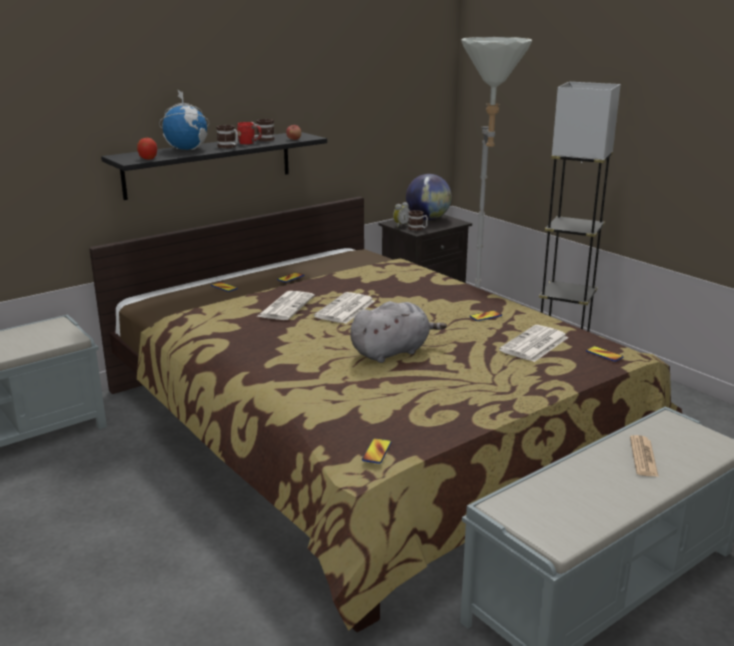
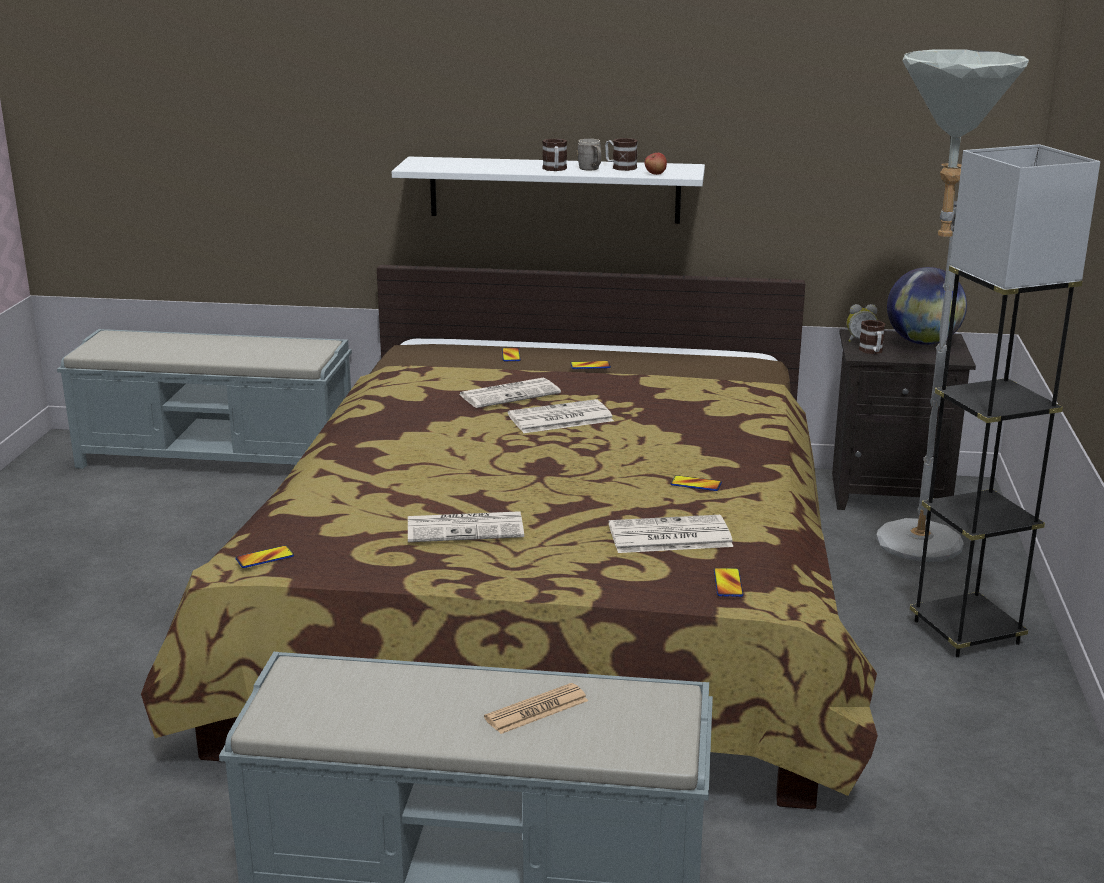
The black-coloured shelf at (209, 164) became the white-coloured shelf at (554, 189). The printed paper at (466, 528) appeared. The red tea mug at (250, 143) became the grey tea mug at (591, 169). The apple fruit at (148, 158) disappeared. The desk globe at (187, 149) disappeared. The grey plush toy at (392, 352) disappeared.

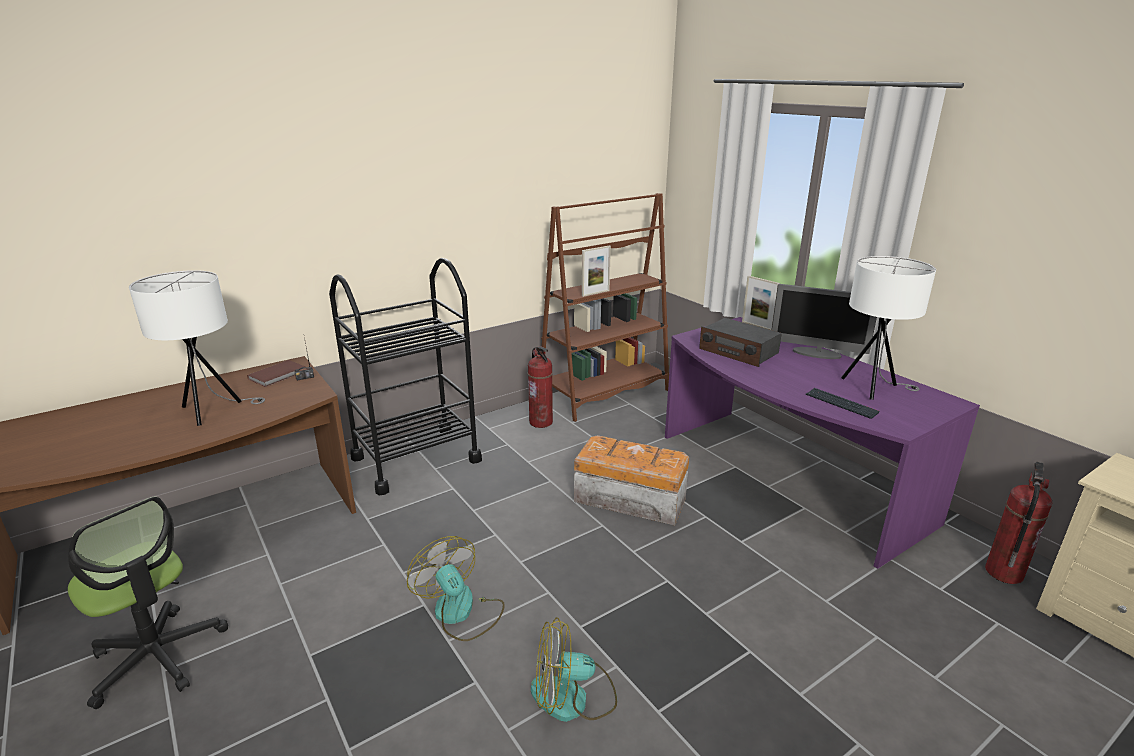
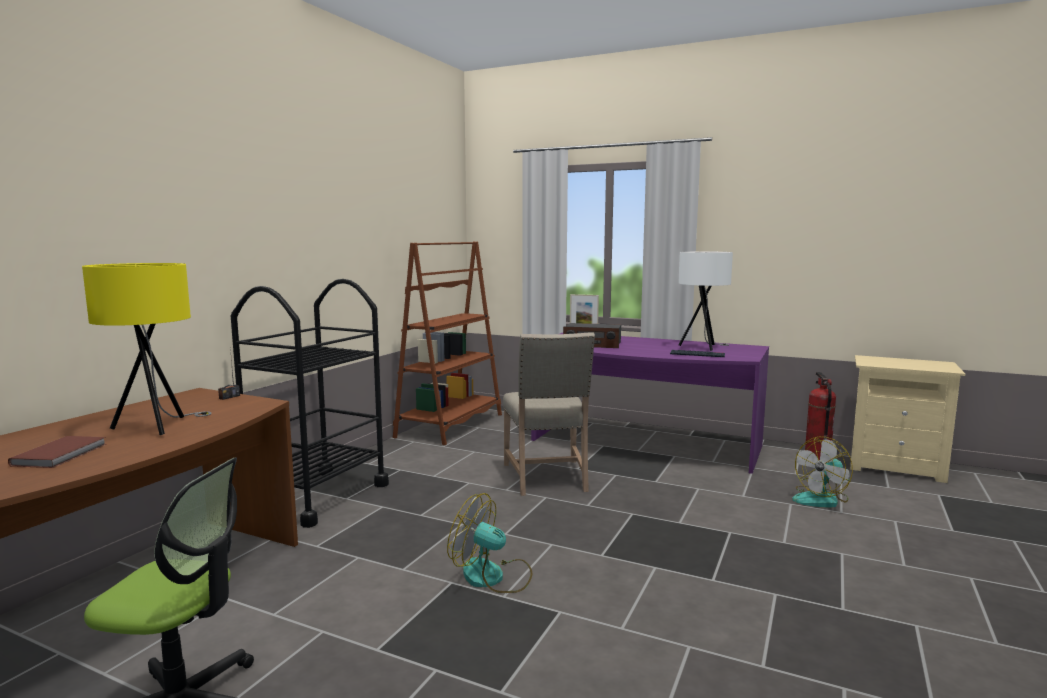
The brown-coloured volume moved from (278, 375) to (62, 454). The white-coloured lamp for a table at (212, 411) became the yellowish lamp for a table at (157, 427). The storage container at (629, 499) was replaced by the sand-coloured upright chair at (547, 478). The fan moved from (573, 697) to (821, 499). The fire extinguisher at (541, 422) disappeared. The standing frame at (595, 293) disappeared. The computer screen at (817, 353) disappeared.

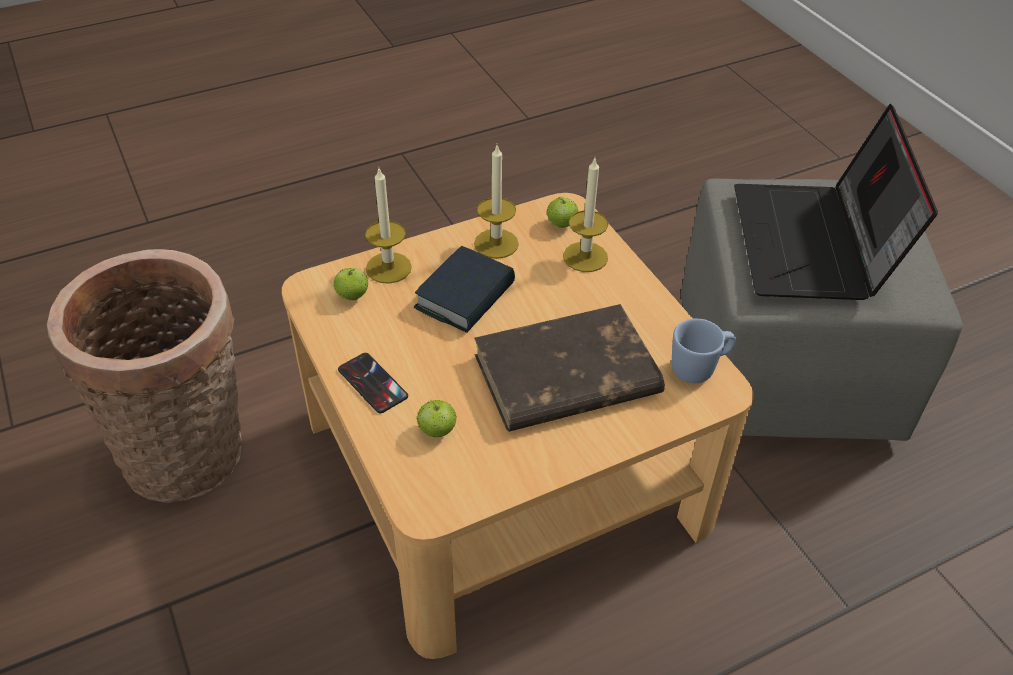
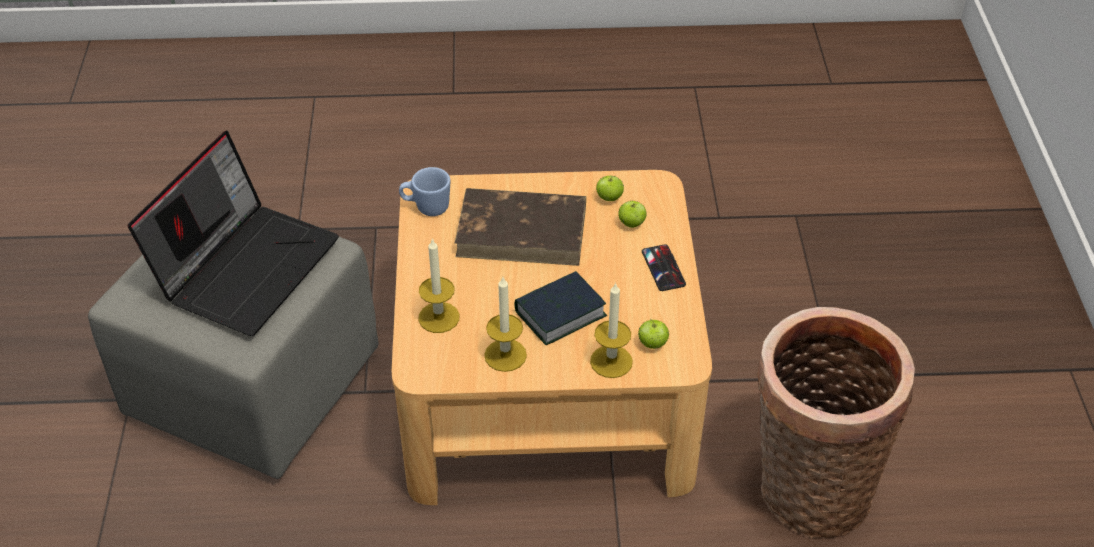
The apple fruit moved from (561, 224) to (609, 198).

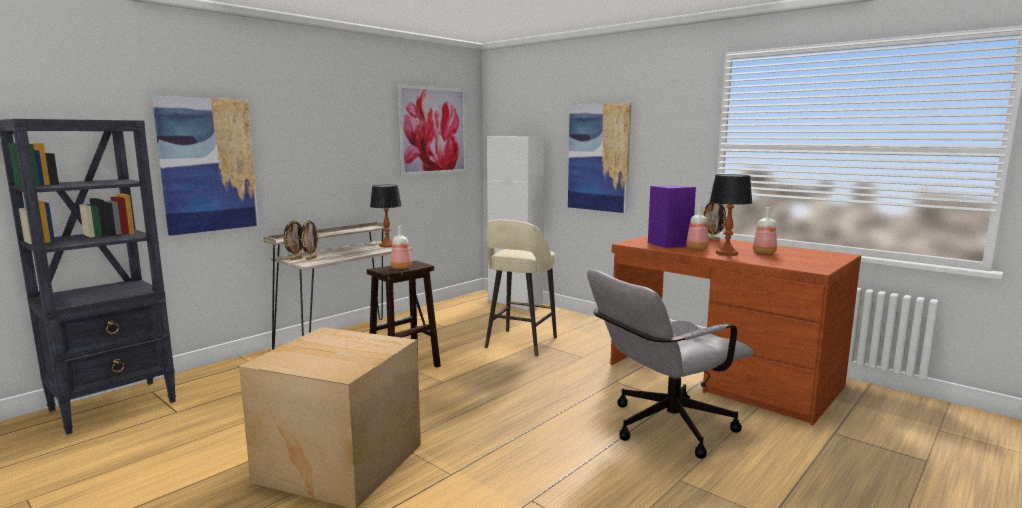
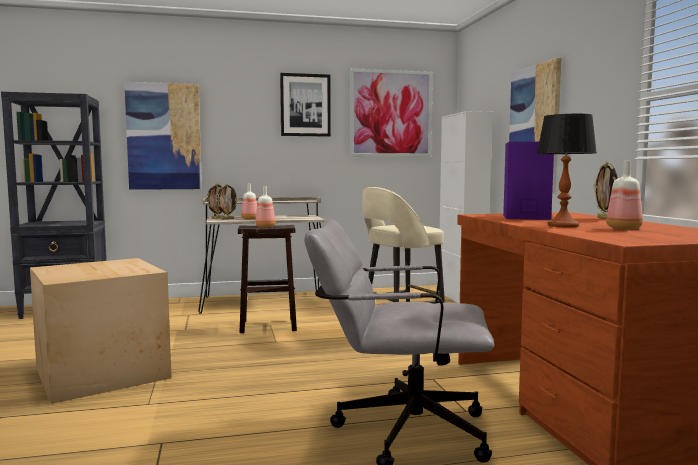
The beverage bottle moved from (697, 248) to (250, 219). The wall art at (305, 105) appeared. The lamp for a table at (387, 245) disappeared.

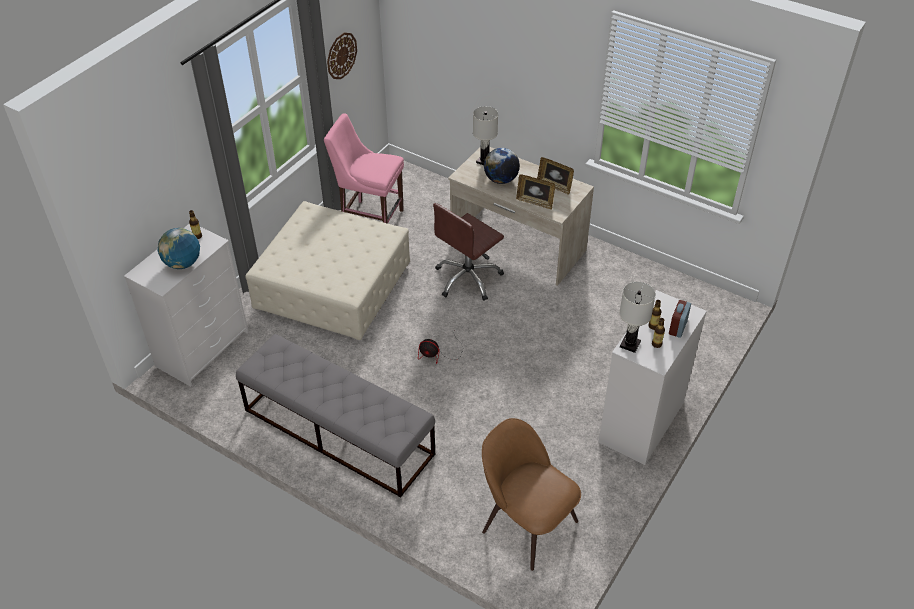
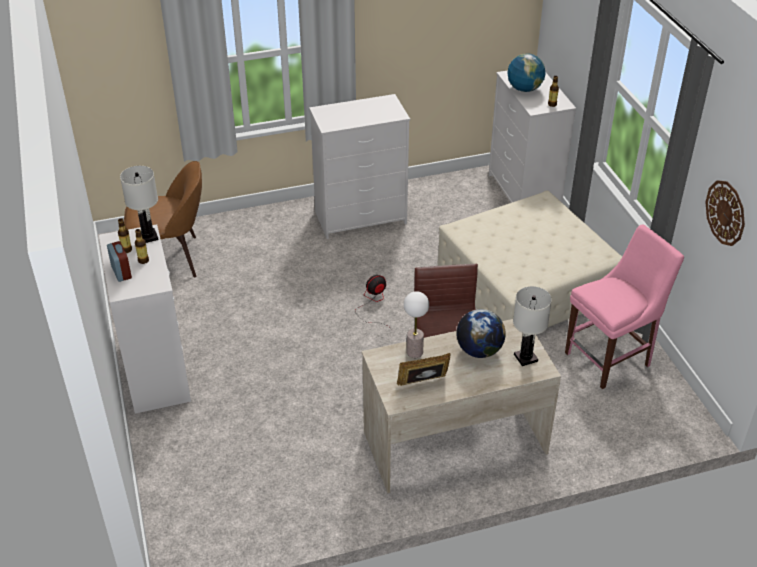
The grey indoor bench at (338, 431) was replaced by the white-coloured dresser at (361, 217). The standing frame at (535, 202) was replaced by the lamp for a table at (414, 352).

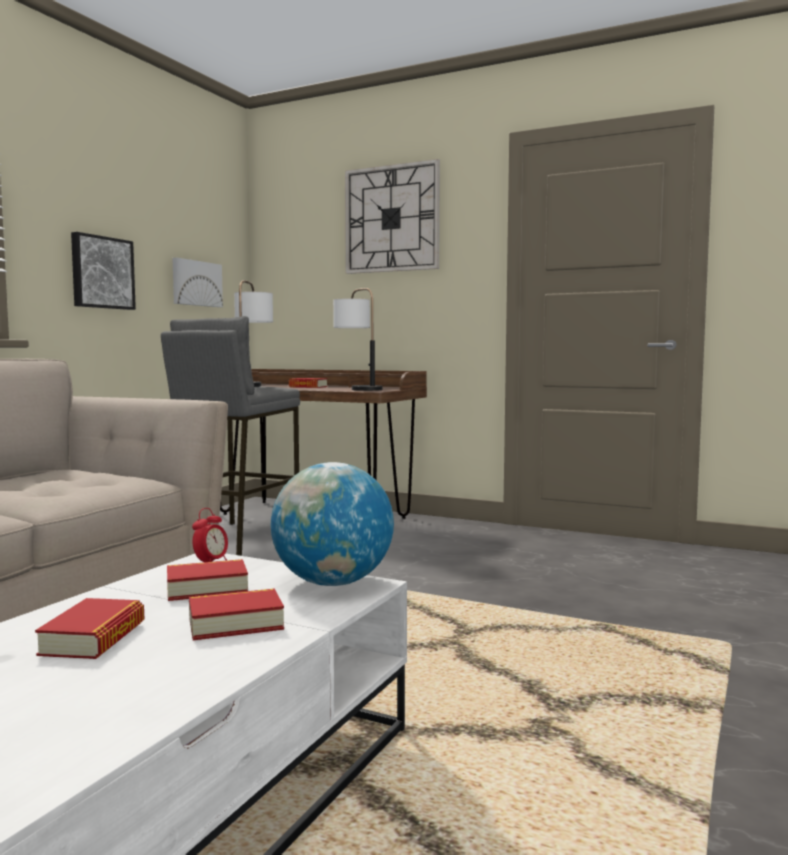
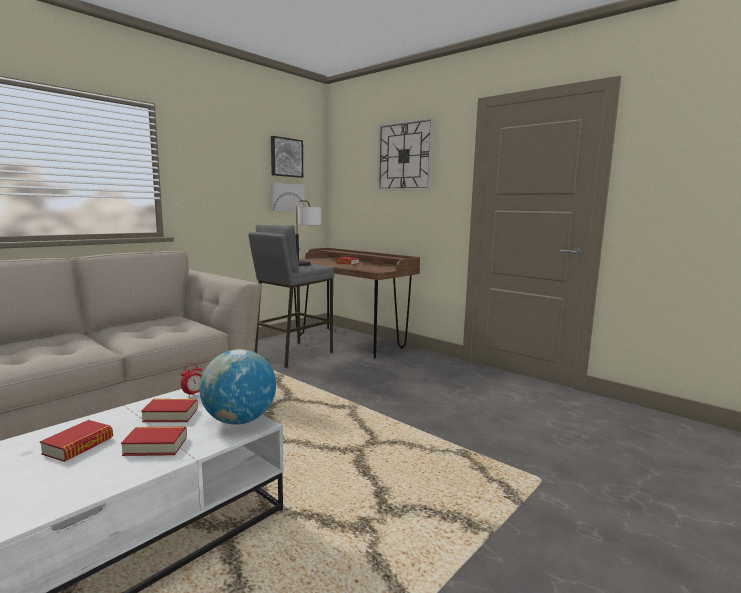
The wall art moved from (101, 272) to (286, 157). The lamp for a table at (358, 389) disappeared.

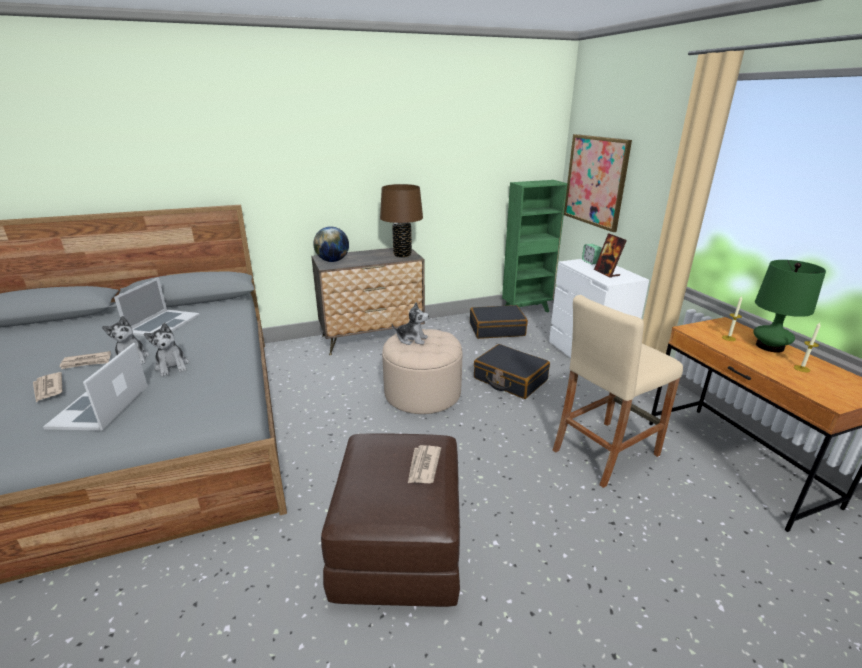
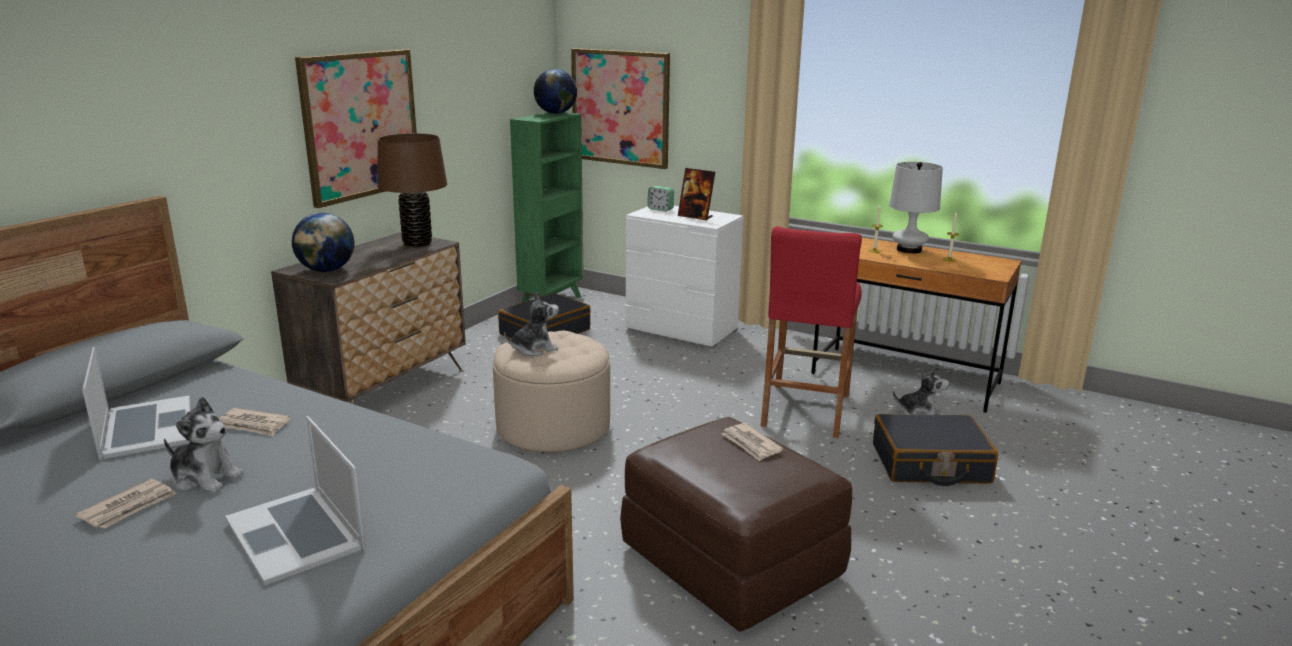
The printed paper moved from (48, 388) to (253, 425). The wall art at (361, 125) appeared. The desk globe at (555, 113) appeared. The sand-coloured stool at (605, 452) became the red stool at (805, 410). The black-coloured suitcase moved from (510, 379) to (930, 464). The green lamp for a table at (769, 346) became the white-coloured lamp for a table at (909, 250). The plush toy moved from (172, 366) to (919, 414).

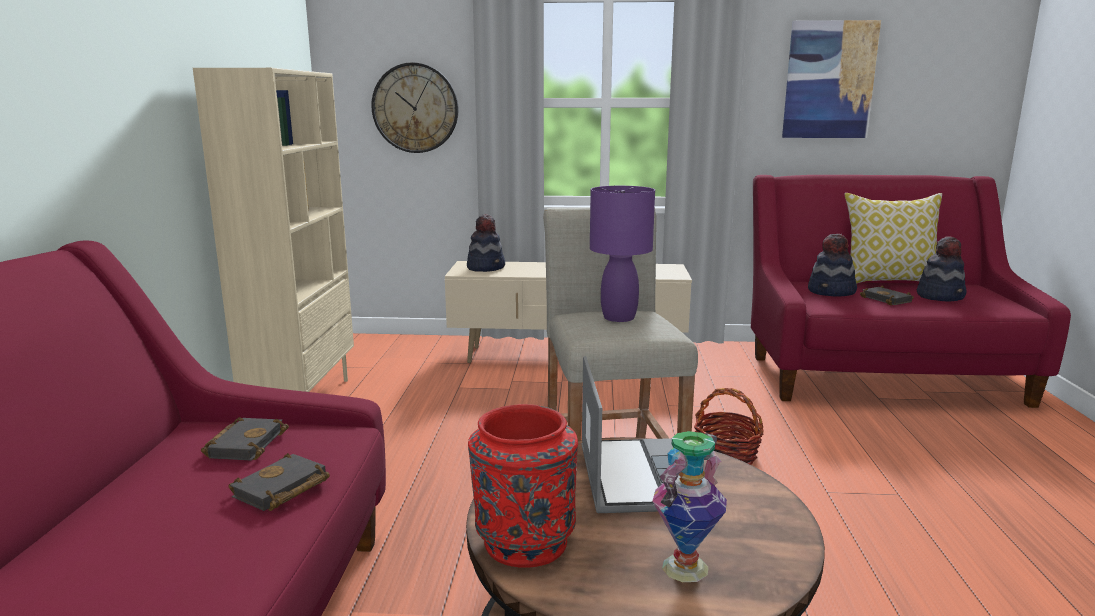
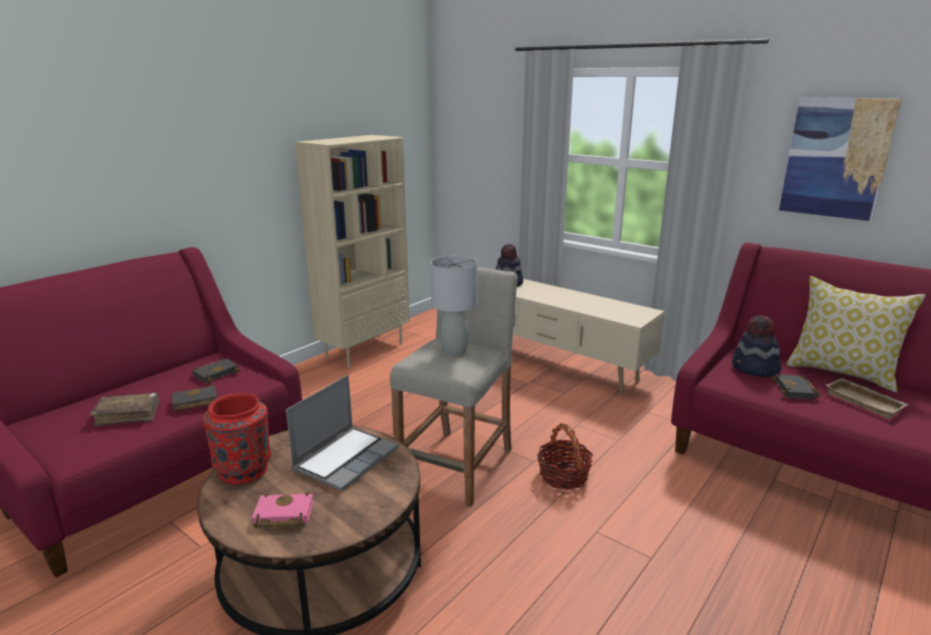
The brown-coloured volume at (128, 415) appeared. The vase at (686, 568) was replaced by the pink-coloured volume at (282, 515). The purple lamp for a table at (618, 317) became the grey lamp for a table at (454, 351). The clothing hat at (940, 296) was replaced by the sand-coloured carrying tray at (865, 402). The hanging clock at (415, 108) disappeared.

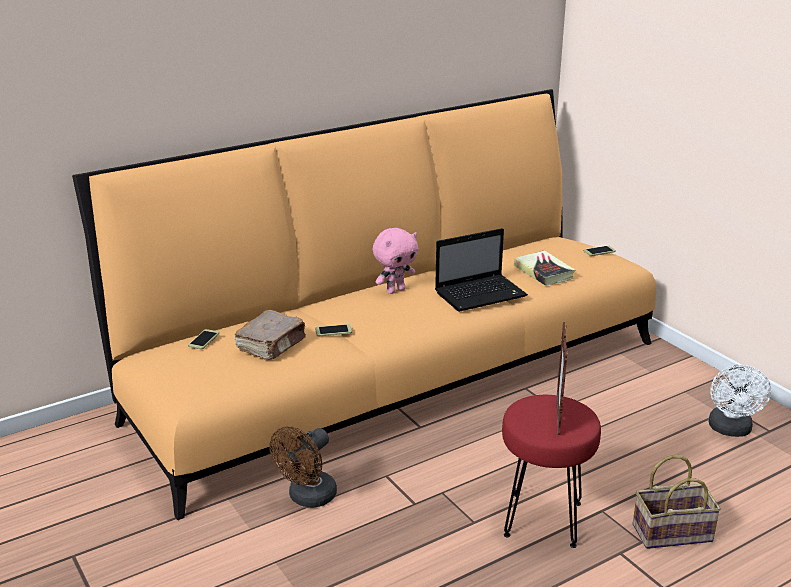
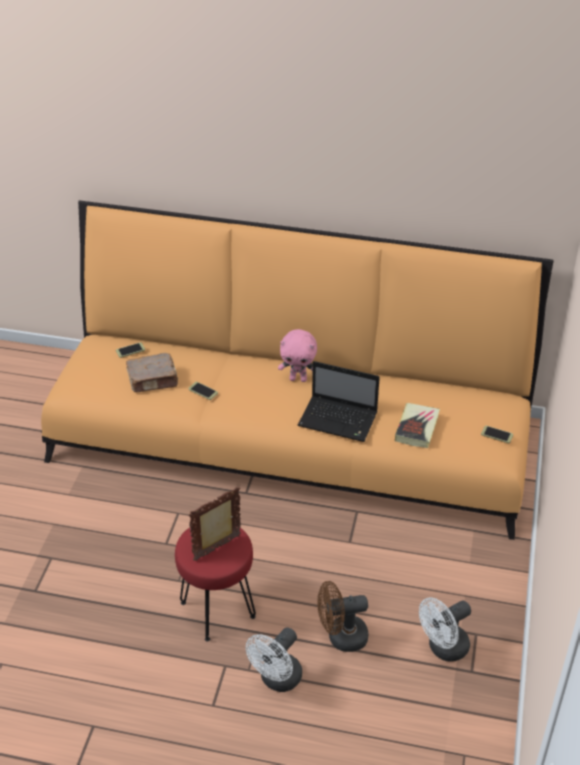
The basket at (673, 532) was replaced by the white-coloured fan at (277, 680). The brown-coloured fan moved from (307, 498) to (341, 637).

